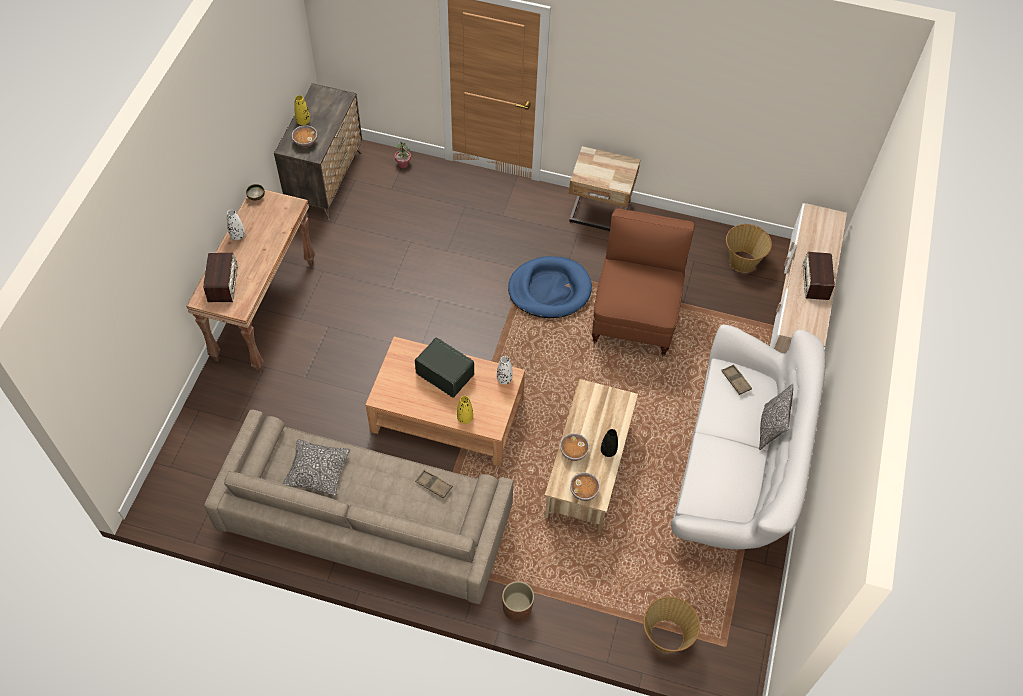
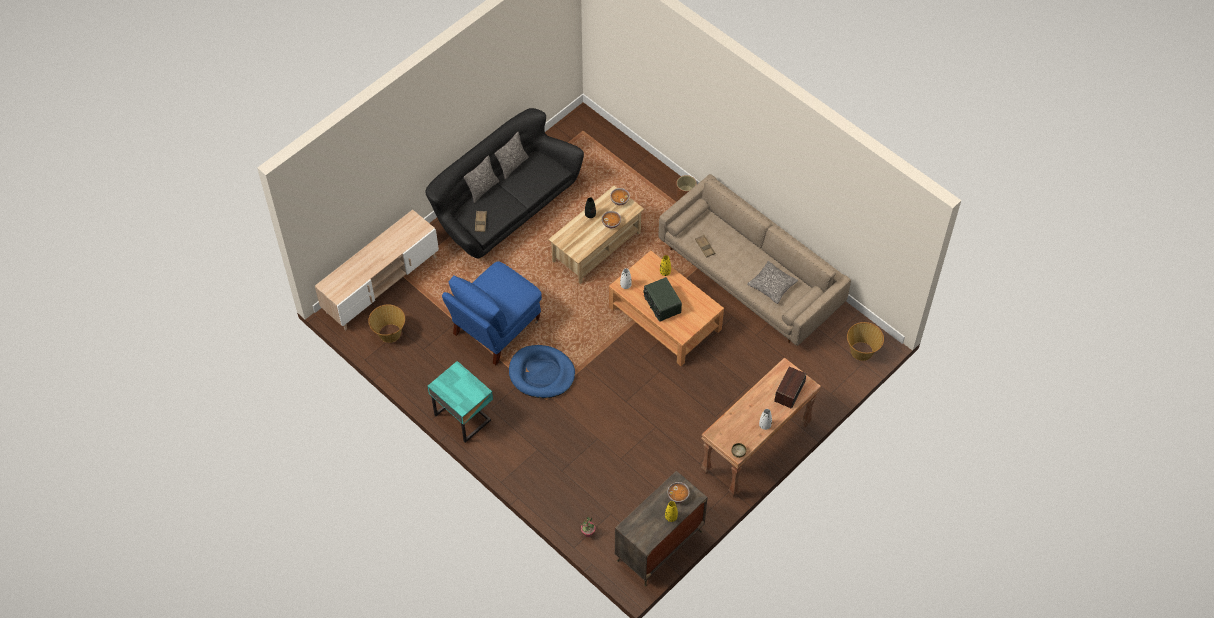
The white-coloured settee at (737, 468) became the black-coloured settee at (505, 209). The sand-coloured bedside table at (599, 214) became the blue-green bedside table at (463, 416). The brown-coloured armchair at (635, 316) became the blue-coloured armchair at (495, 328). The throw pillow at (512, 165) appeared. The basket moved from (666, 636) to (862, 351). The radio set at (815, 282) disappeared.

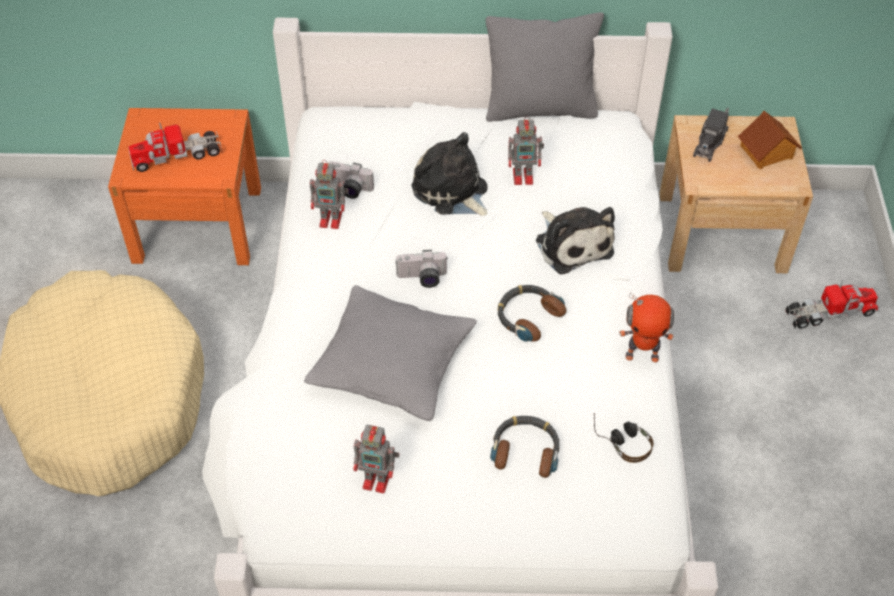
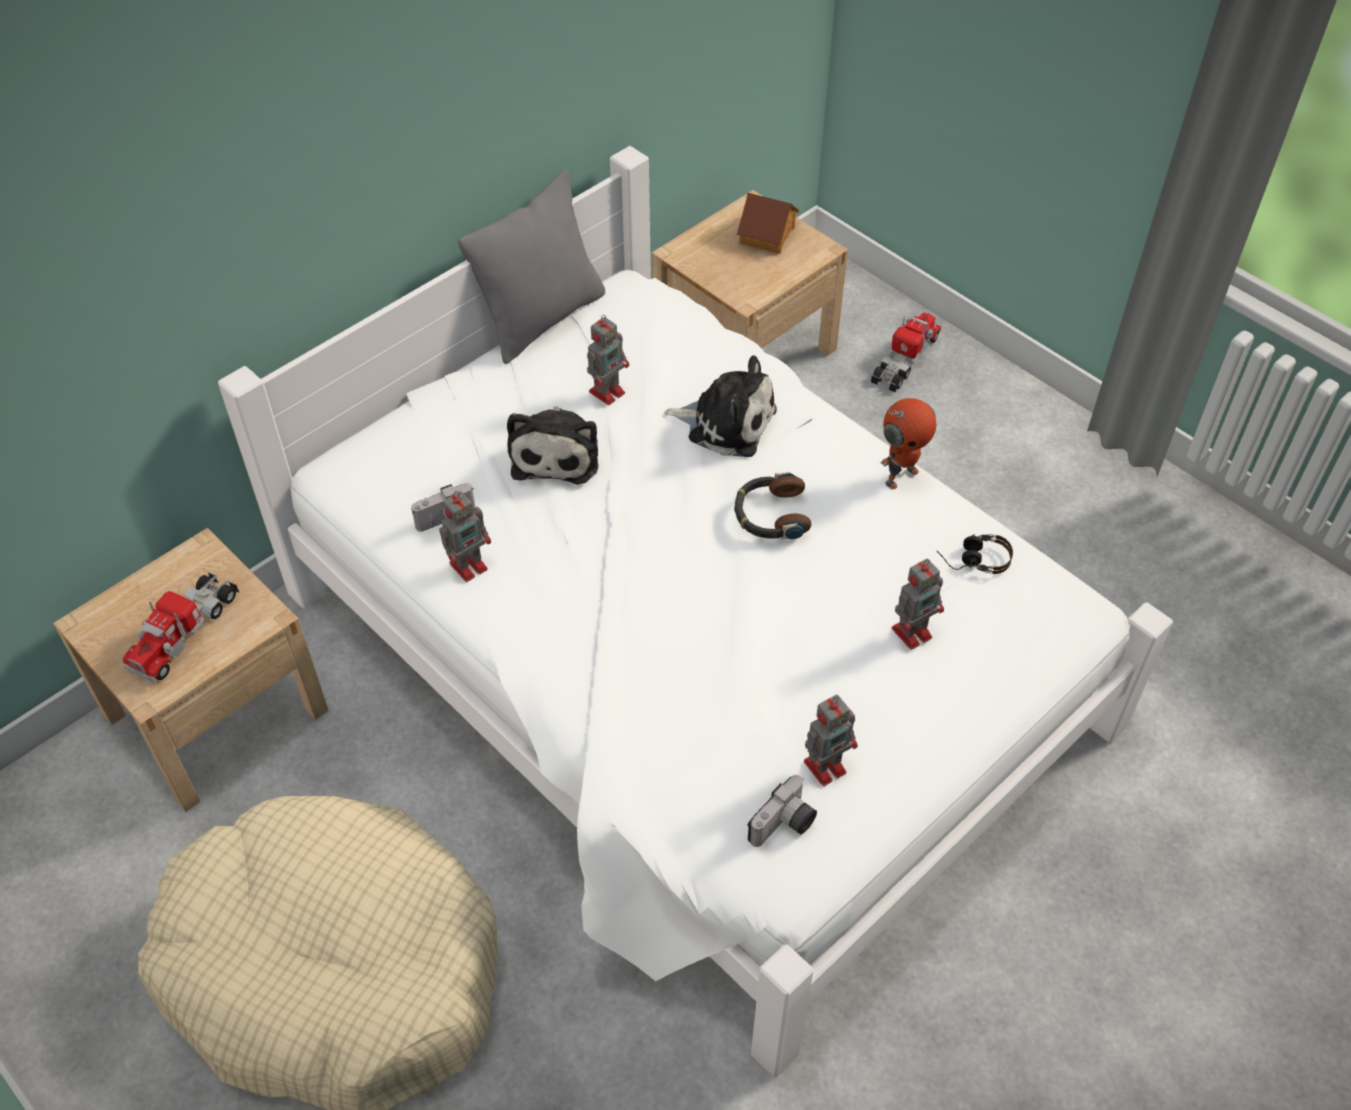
The orange-coloured bedside table at (198, 224) became the sand-coloured bedside table at (216, 712). The plush toy at (452, 192) turned 90 degrees counterclockwise. The photo camera moved from (422, 279) to (784, 826). The headphones at (526, 450) was replaced by the toy robot at (913, 632). The grey throw pillow at (392, 365) disappeared. The model truck at (709, 142) disappeared.

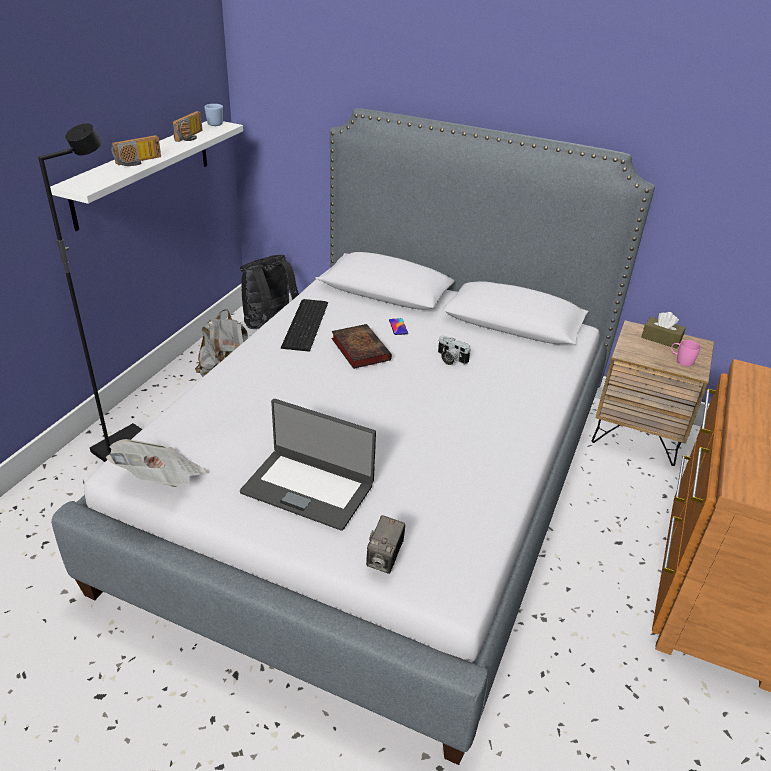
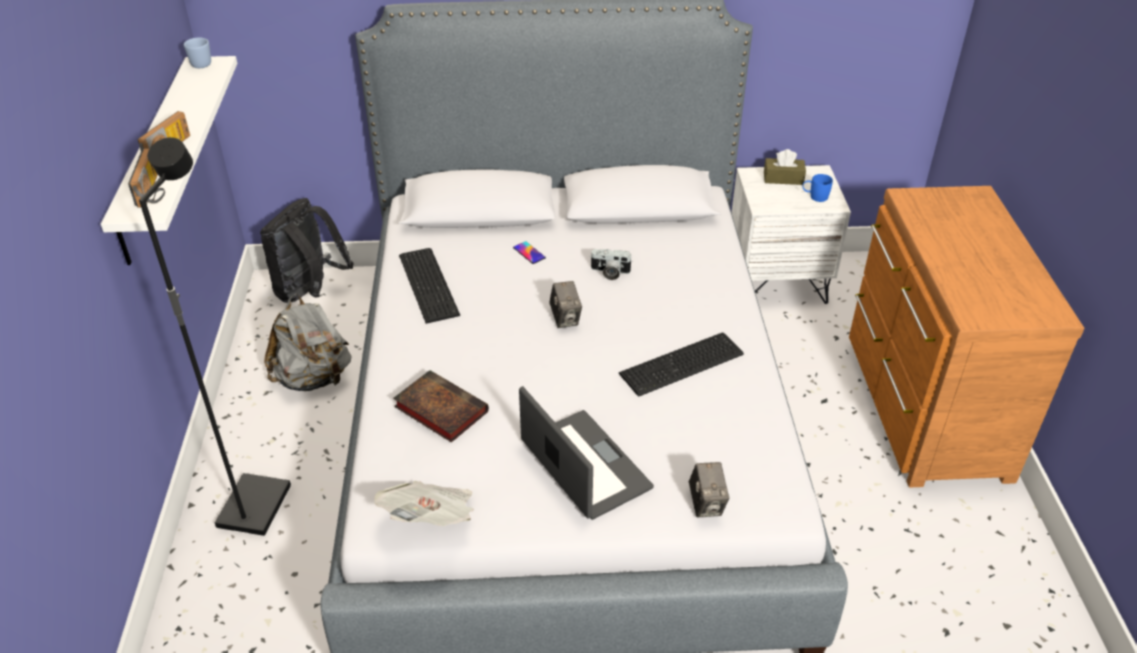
The radio set moved from (191, 137) to (154, 191). The volume moved from (359, 349) to (439, 409). The laptop at (308, 488) turned 120 degrees counterclockwise. The photo camera at (565, 318) appeared. The computer keyboard at (684, 365) appeared. The brown-coloured bedside table at (637, 433) became the white-coloured bedside table at (776, 281). The pink-coloured tea mug at (681, 360) became the blue-coloured tea mug at (815, 197).

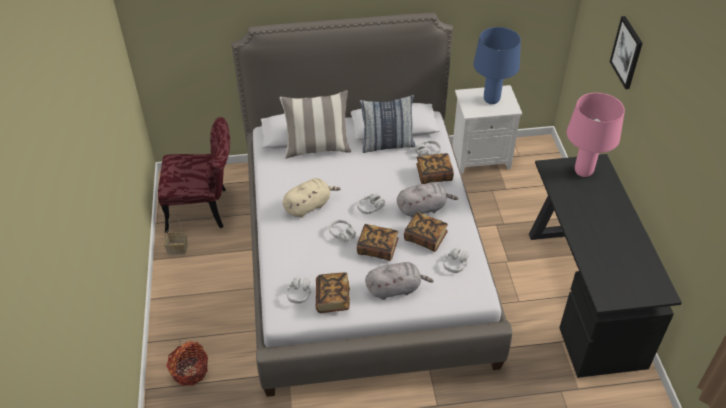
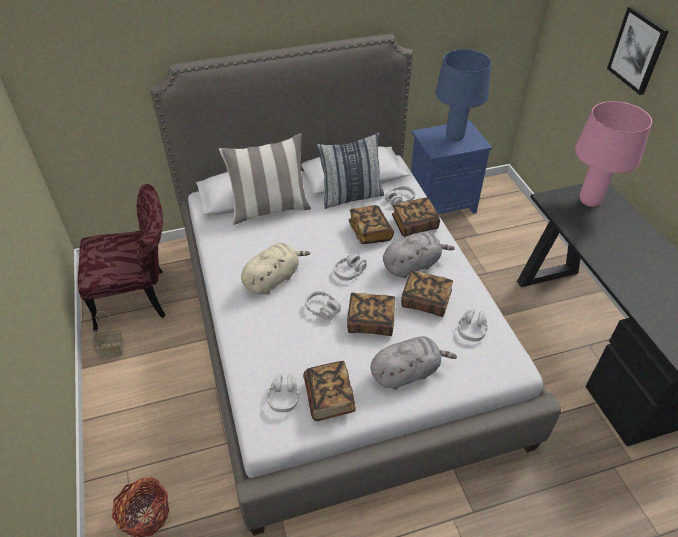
The volume at (370, 232) appeared. The white-coloured bedside table at (481, 157) became the blue-coloured bedside table at (441, 204).

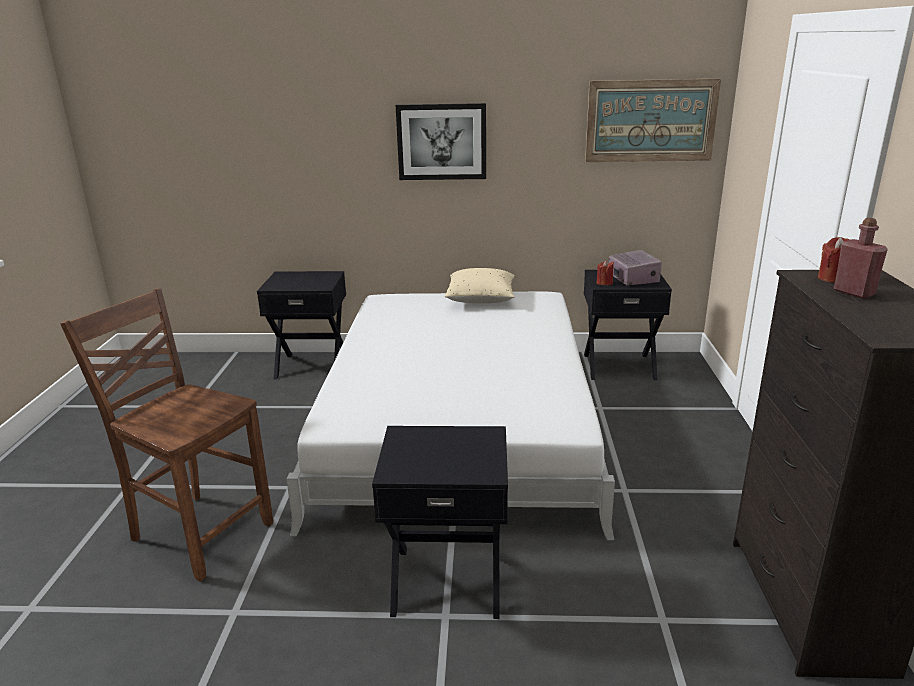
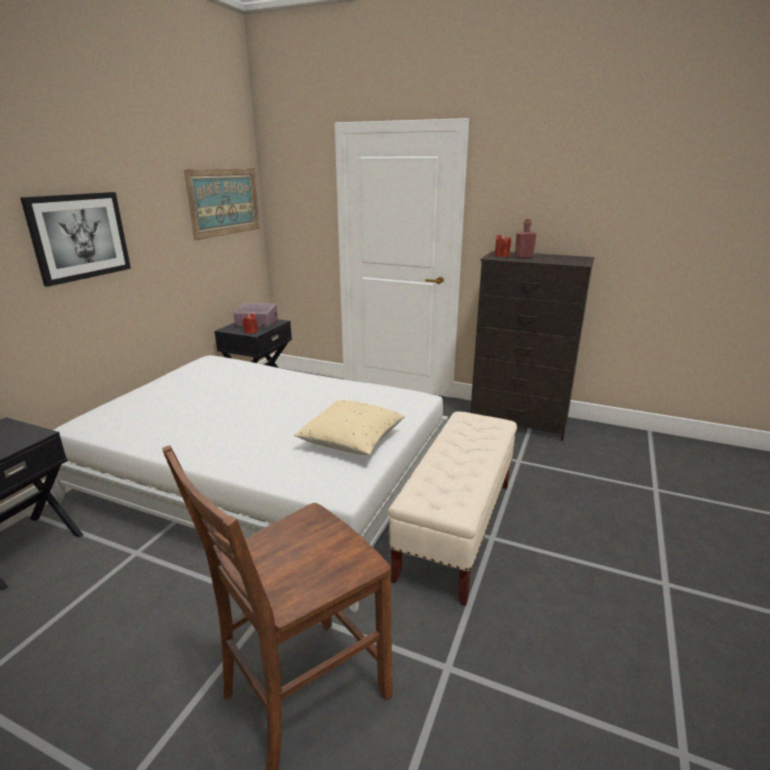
The sand-coloured throw pillow moved from (481, 299) to (352, 441). The black-coloured bedside table at (447, 580) was replaced by the sand-coloured indoor bench at (456, 528).

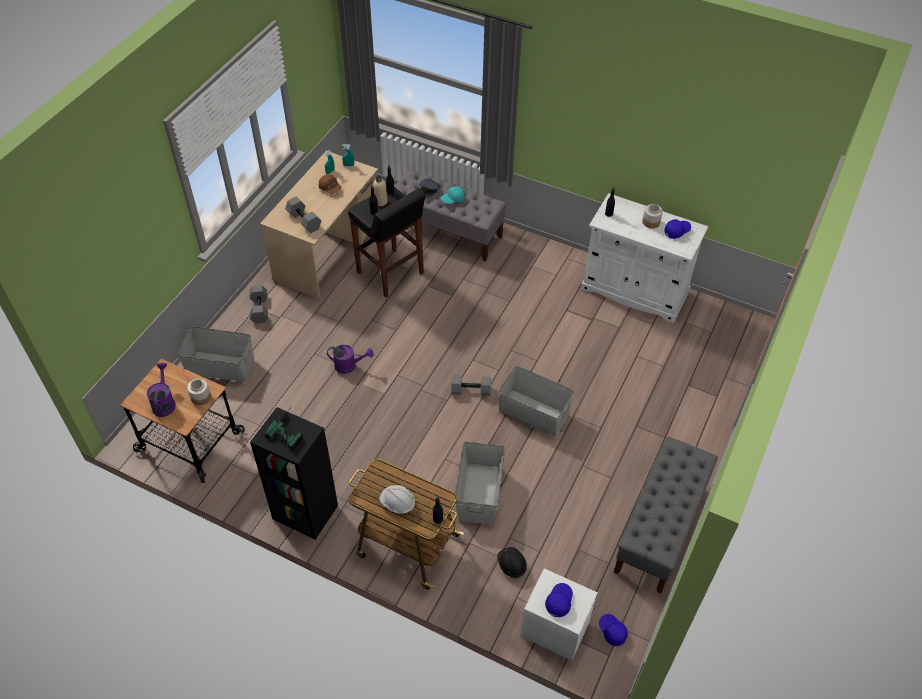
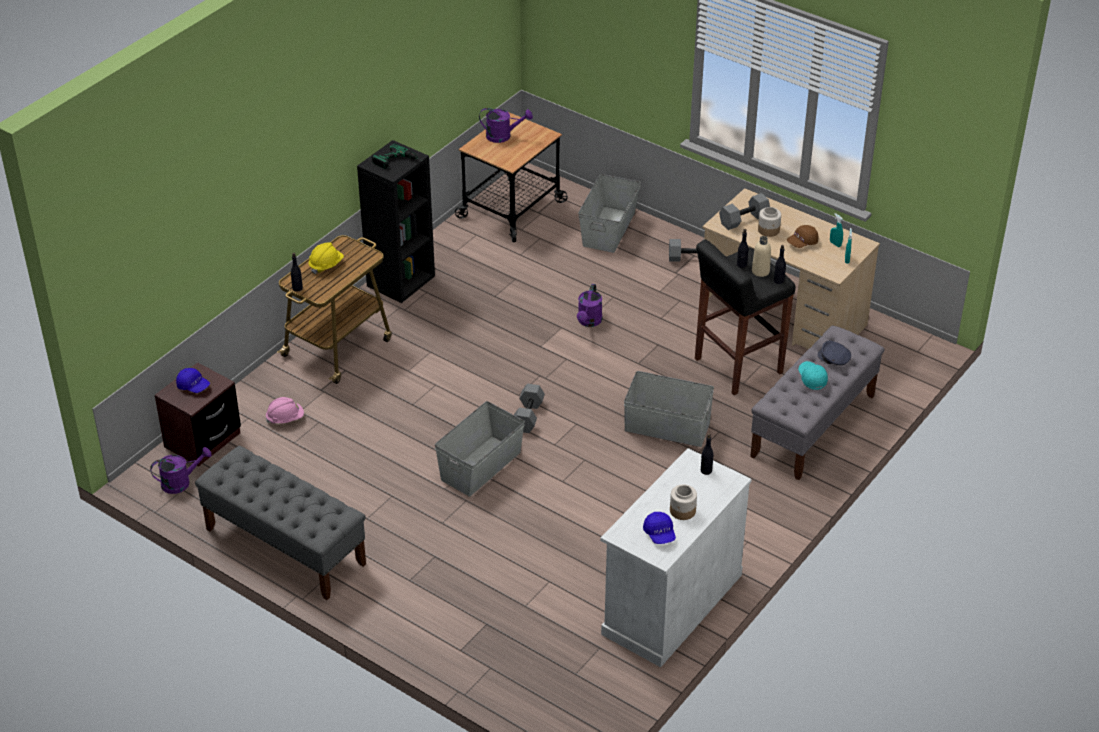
The blue-coloured baseball cap at (612, 631) was replaced by the purple watering can at (181, 482). The white-coloured bedside table at (555, 628) became the brown-coloured bedside table at (203, 440). The black-coloured hard hat at (511, 565) became the pink-coloured hard hat at (285, 418). The white-coloured hard hat at (397, 503) became the yellowish hard hat at (326, 265). The grey storage container moved from (479, 492) to (667, 427). The preserve jar moved from (201, 397) to (769, 230).

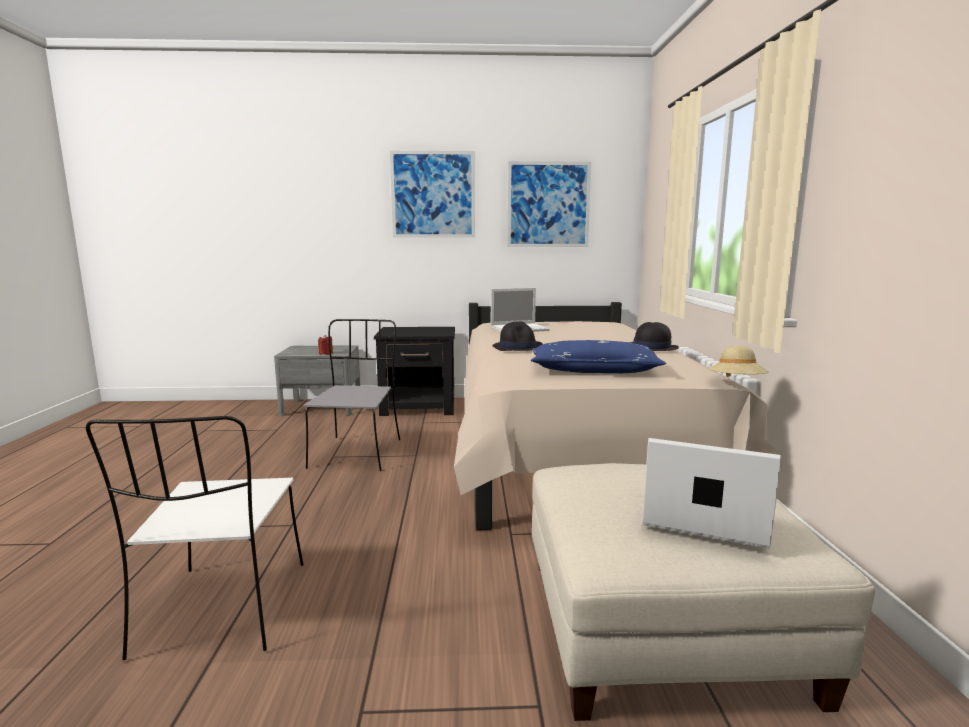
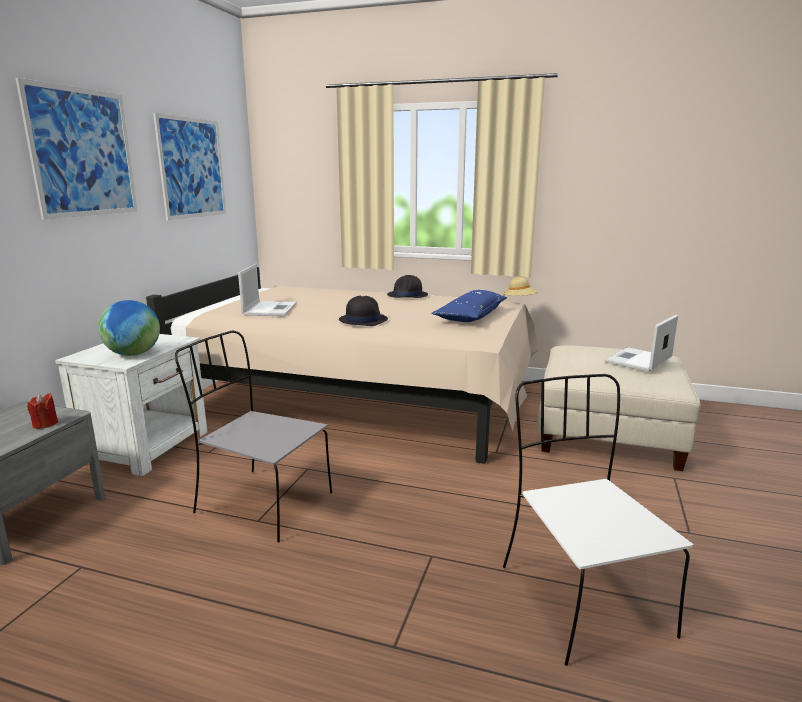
The black-coloured bedside table at (419, 407) became the white-coloured bedside table at (148, 447). The desk globe at (134, 354) appeared. The white-coloured upright chair at (222, 610) turned 120 degrees counterclockwise.

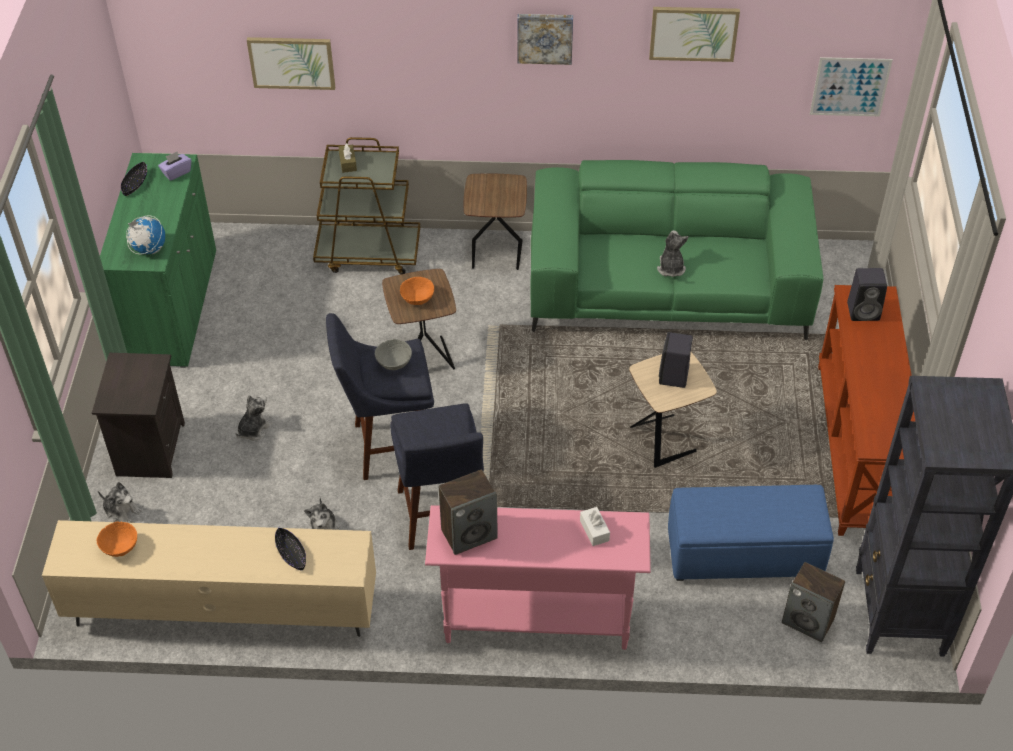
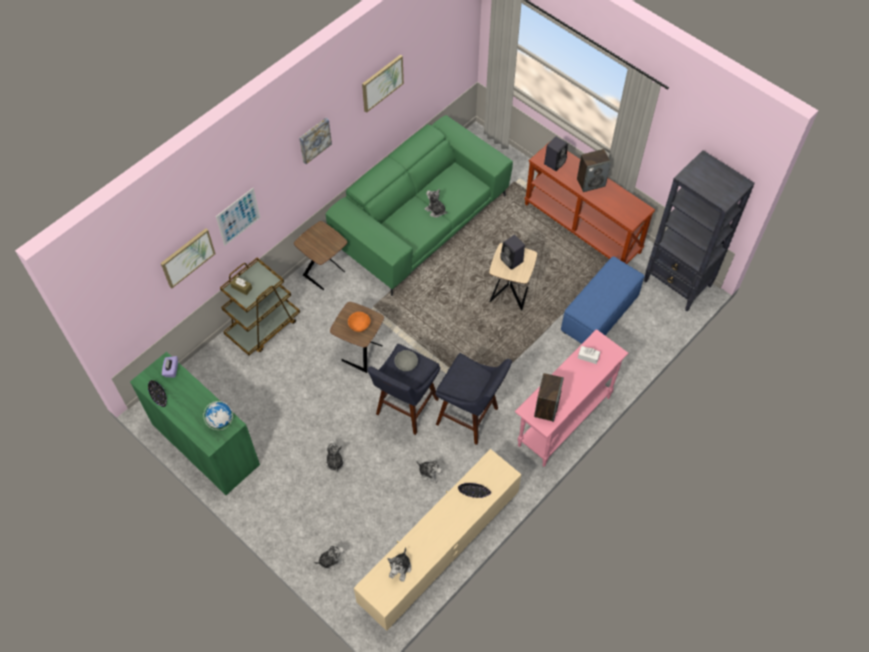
The wall art moved from (850, 87) to (238, 216). The orange-coloured bowl at (120, 548) was replaced by the plush toy at (400, 568). The loudspeaker moved from (808, 621) to (591, 182). The black-coloured bedside table at (149, 448) disappeared.

